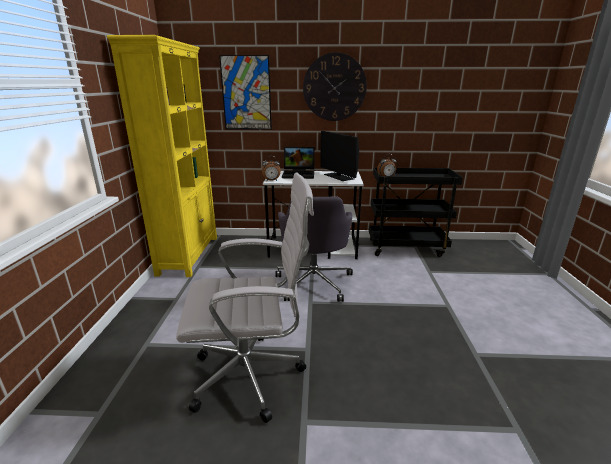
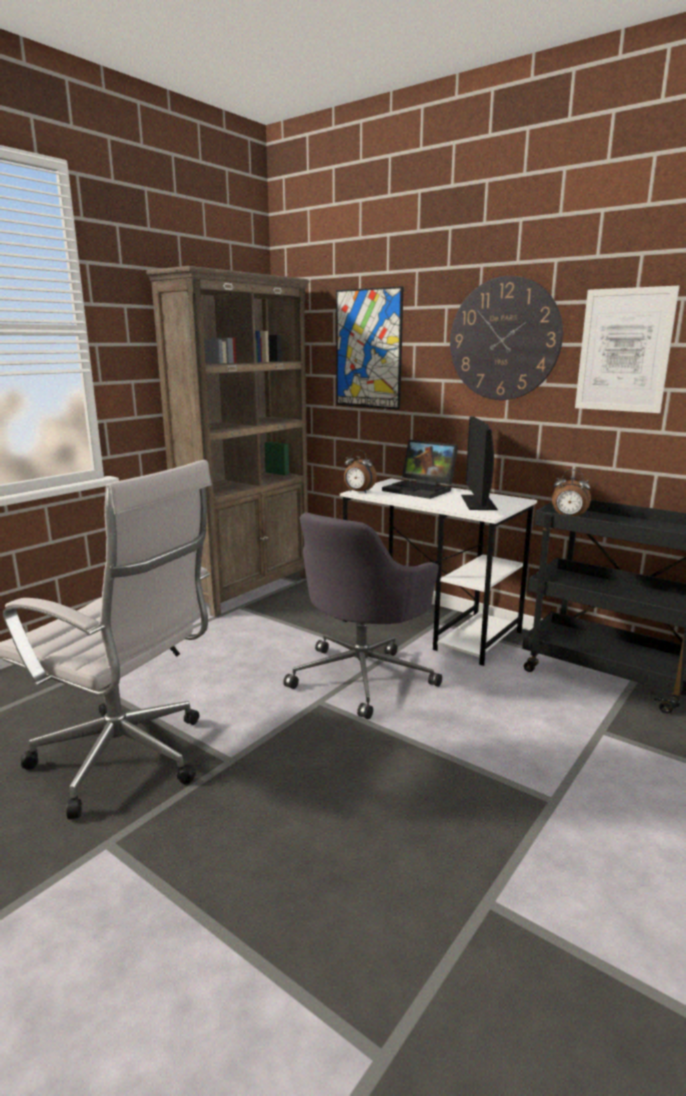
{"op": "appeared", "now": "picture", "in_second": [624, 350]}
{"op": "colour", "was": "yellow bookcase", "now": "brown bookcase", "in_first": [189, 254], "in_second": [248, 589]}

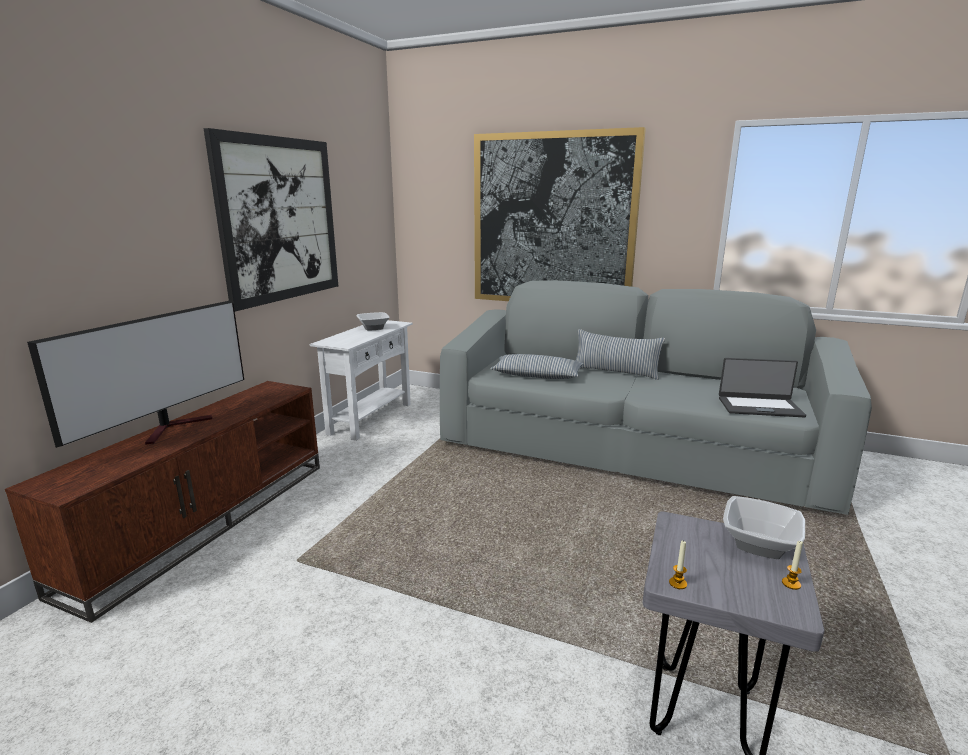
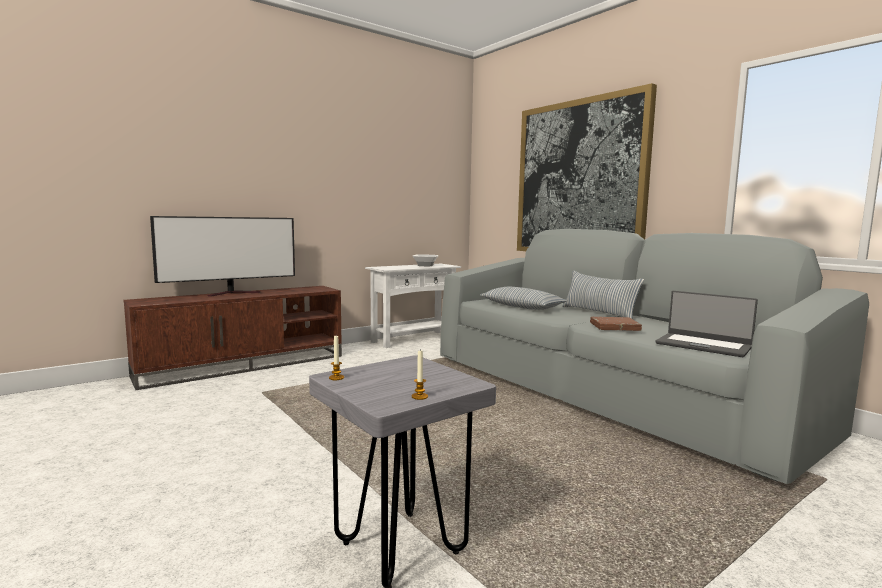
{"op": "missing", "was": "picture", "in_first": [279, 220]}
{"op": "missing", "was": "bowl", "in_first": [757, 544]}
{"op": "appeared", "now": "brown book", "in_second": [614, 327]}

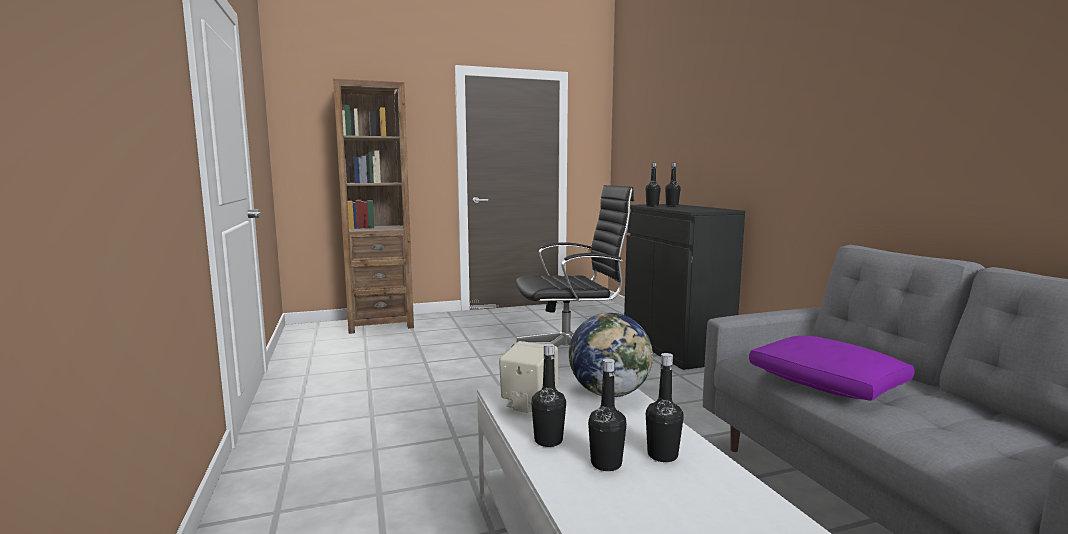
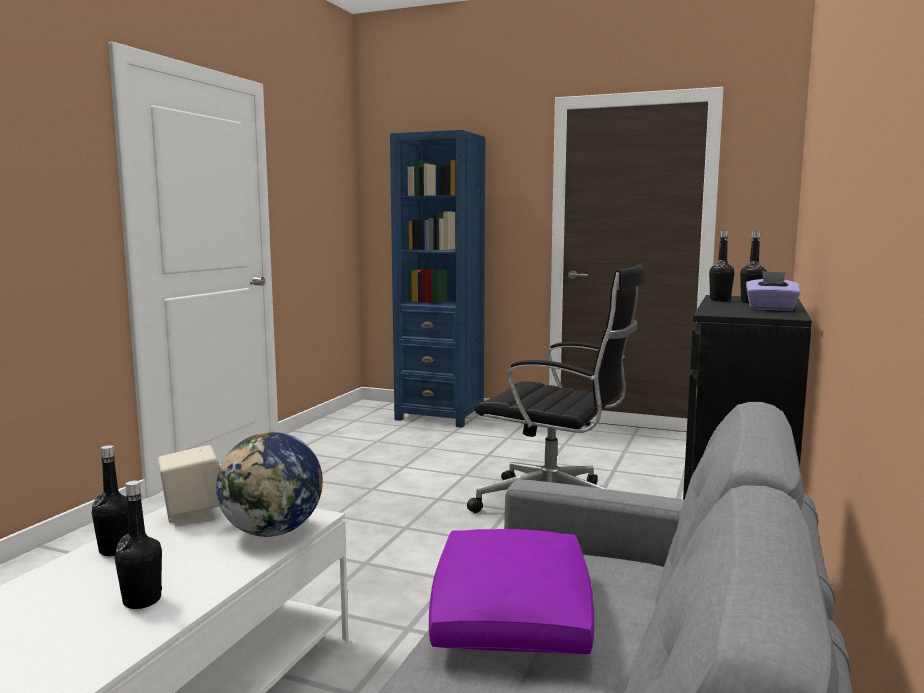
{"op": "missing", "was": "black bottle", "in_first": [606, 464]}
{"op": "appeared", "now": "purple tissue box", "in_second": [771, 309]}
{"op": "colour", "was": "brown bookcase", "now": "blue bookcase", "in_first": [380, 324], "in_second": [440, 416]}

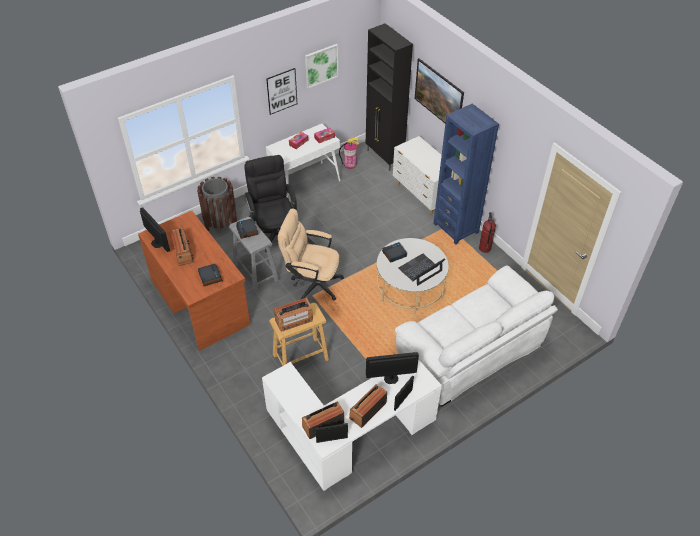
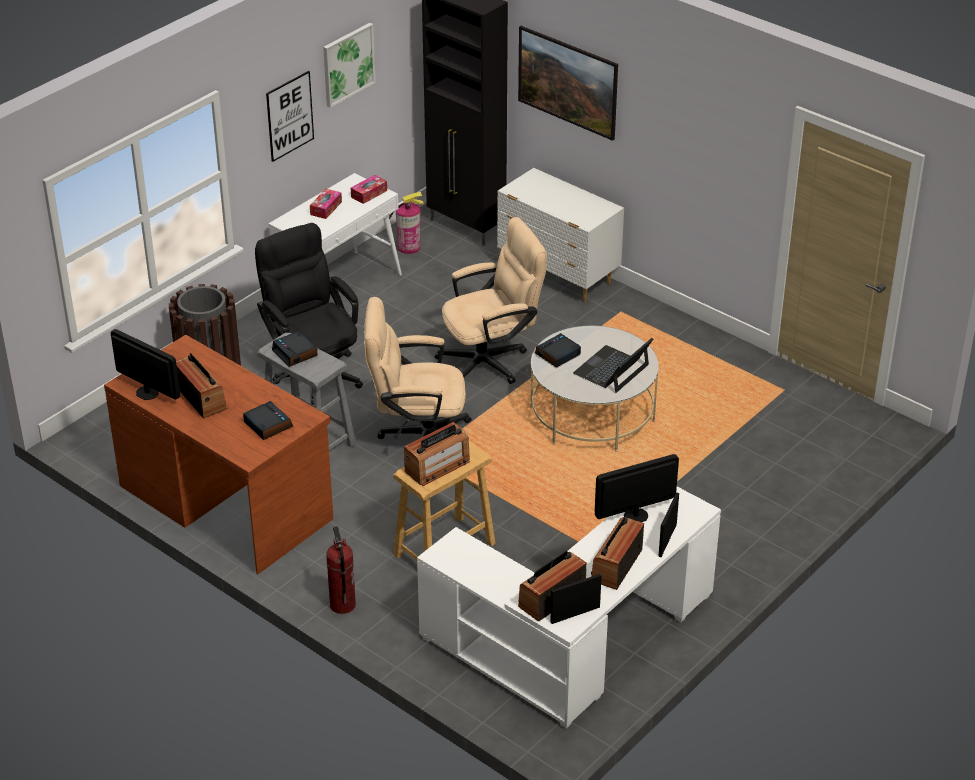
{"op": "missing", "was": "white sofa", "in_first": [471, 351]}
{"op": "missing", "was": "blue bookcase", "in_first": [456, 228]}
{"op": "appeared", "now": "beige office chair", "in_second": [491, 360]}
{"op": "relocated", "was": "fire extinguisher", "in_first": [484, 248], "in_second": [342, 605]}

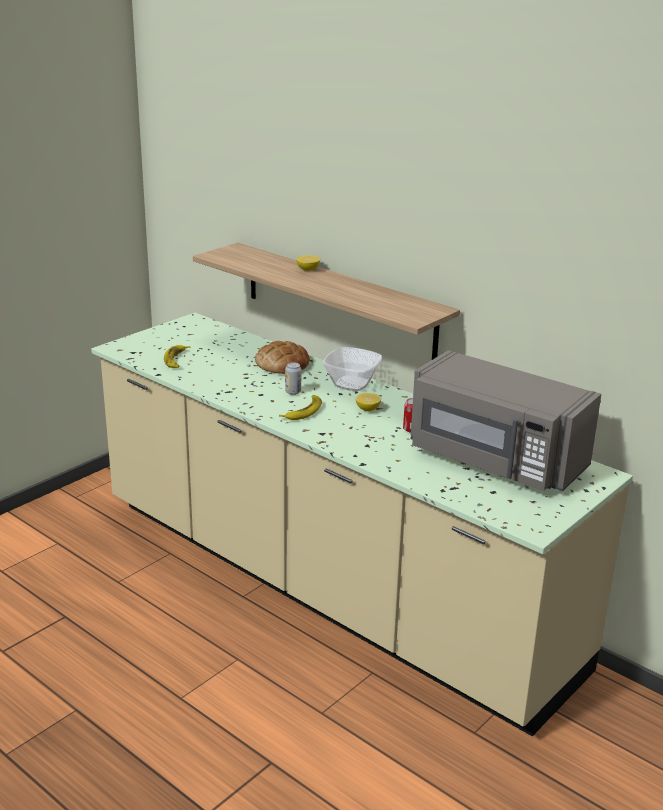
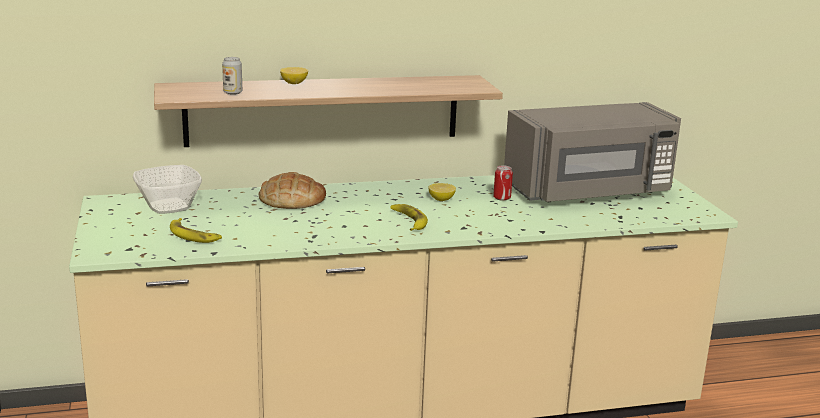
{"op": "relocated", "was": "can", "in_first": [293, 392], "in_second": [232, 93]}
{"op": "relocated", "was": "bowl", "in_first": [352, 384], "in_second": [169, 206]}

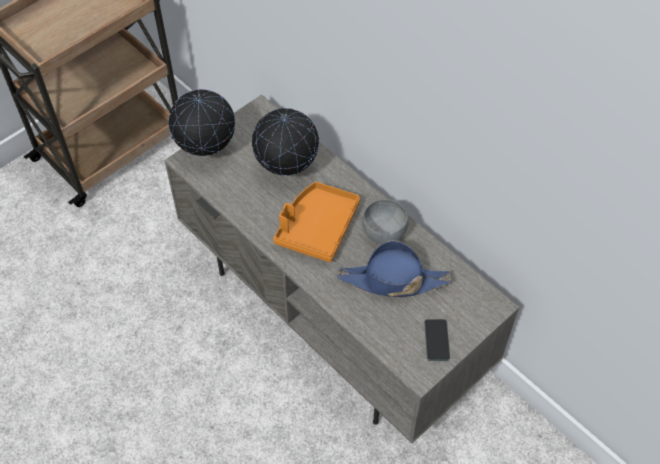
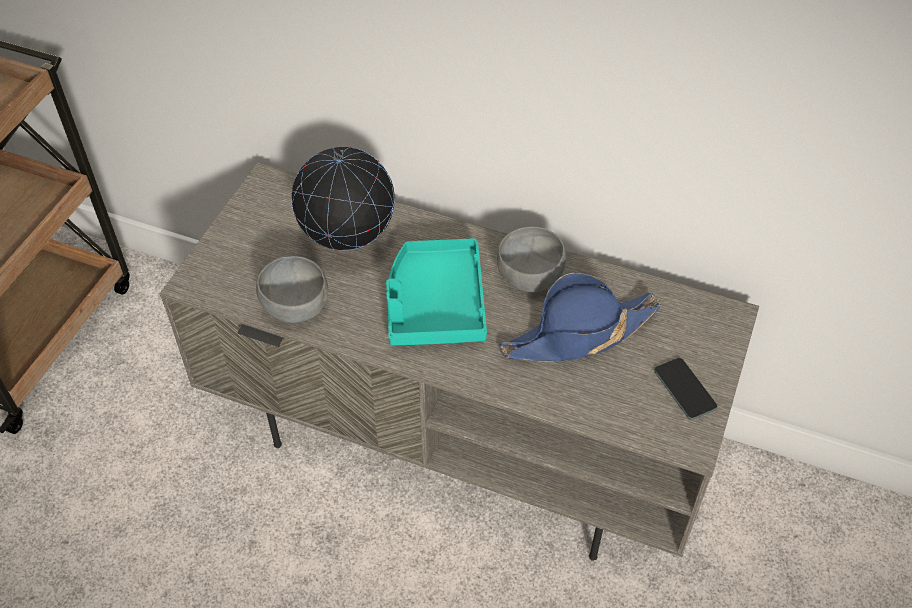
{"op": "missing", "was": "globe", "in_first": [206, 149]}
{"op": "appeared", "now": "grey bowl", "in_second": [296, 307]}
{"op": "colour", "was": "orange tray", "now": "turquoise tray", "in_first": [317, 227], "in_second": [435, 304]}

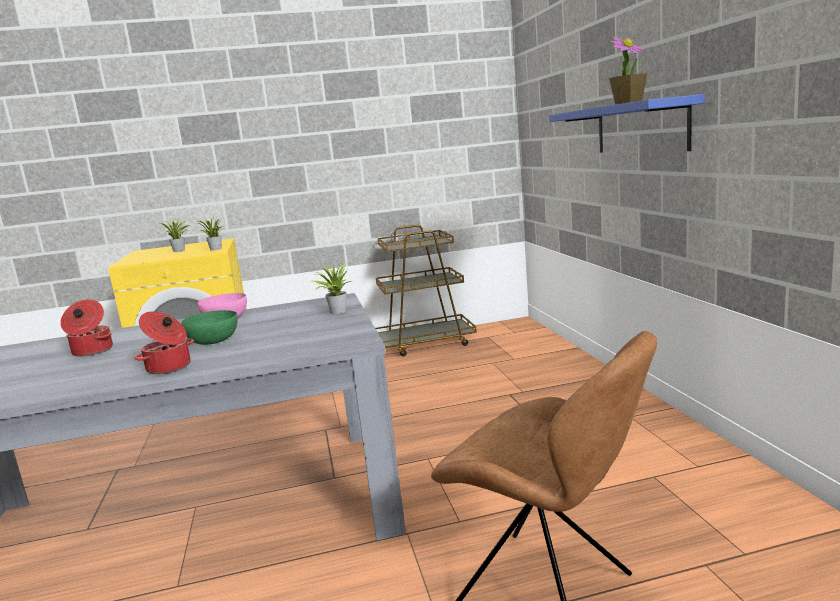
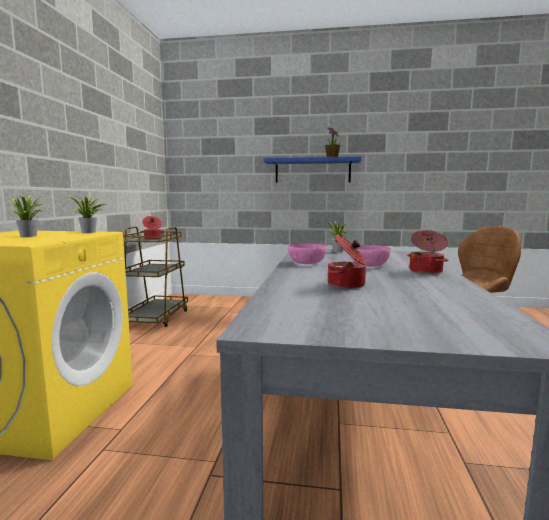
{"op": "appeared", "now": "cooking pot", "in_second": [152, 239]}
{"op": "colour", "was": "green bowl", "now": "pink bowl", "in_first": [214, 340], "in_second": [368, 265]}

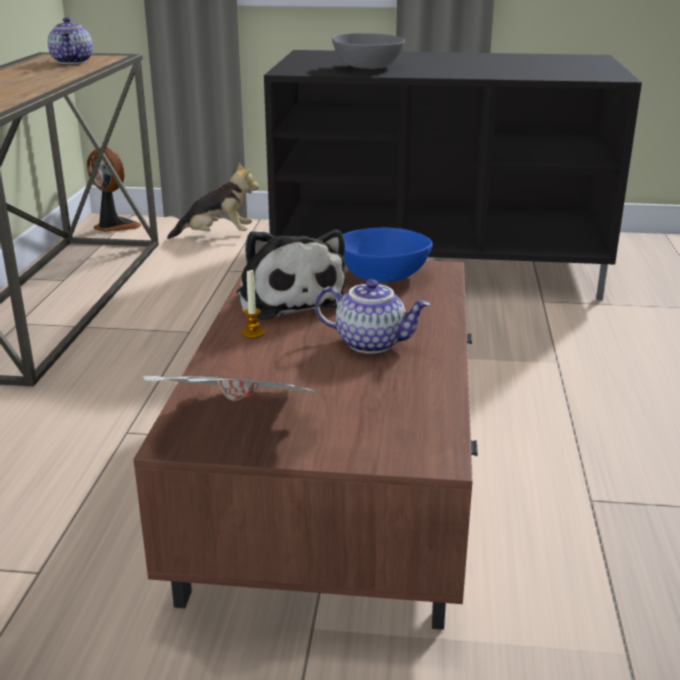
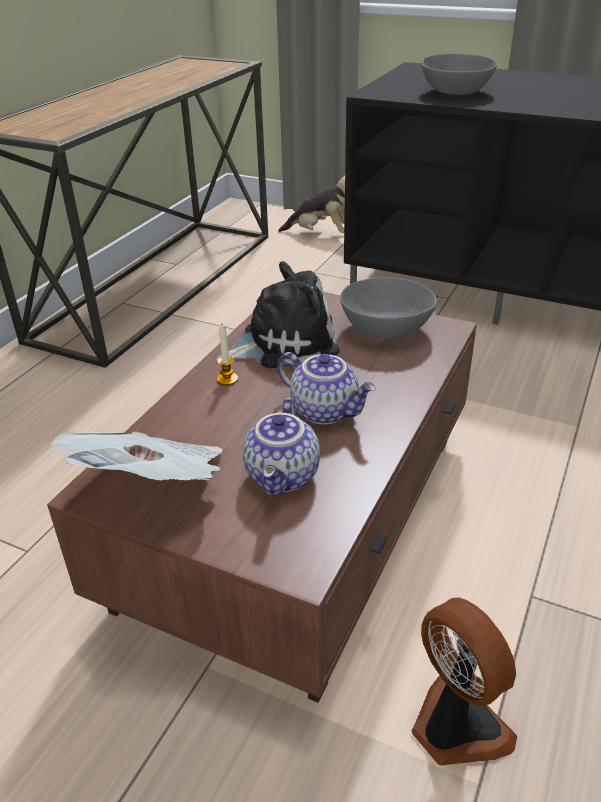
{"op": "relocated", "was": "teapot", "in_first": [73, 62], "in_second": [284, 476]}
{"op": "relocated", "was": "fan", "in_first": [114, 226], "in_second": [455, 726]}
{"op": "colour", "was": "blue bowl", "now": "grey bowl", "in_first": [382, 275], "in_second": [385, 328]}
{"op": "spun", "was": "plush toy", "in_first": [289, 298], "in_second": [283, 343], "clockwise": -105}

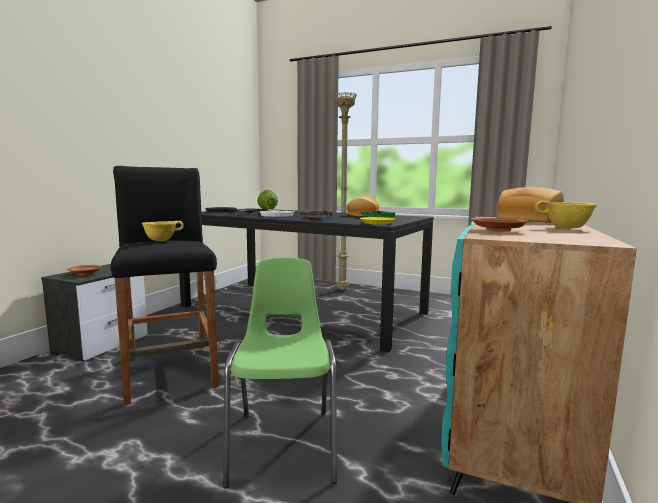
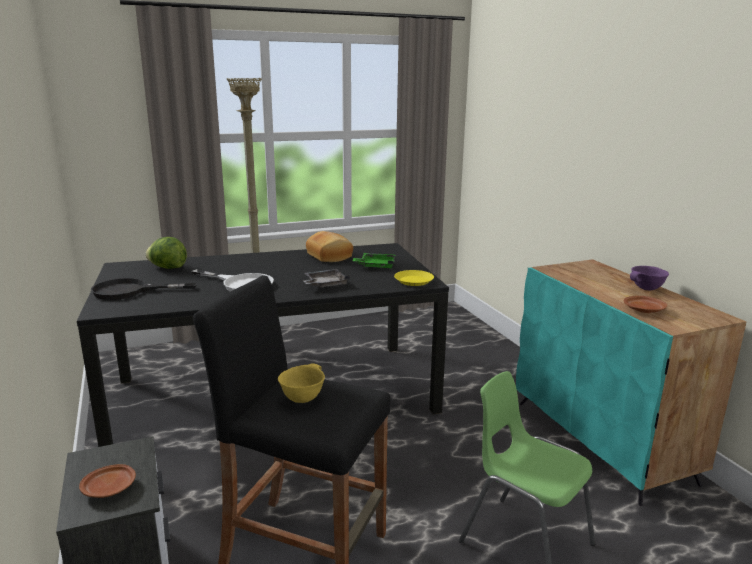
{"op": "missing", "was": "bread", "in_first": [529, 220]}
{"op": "colour", "was": "yellow bowl", "now": "purple bowl", "in_first": [565, 228], "in_second": [646, 289]}

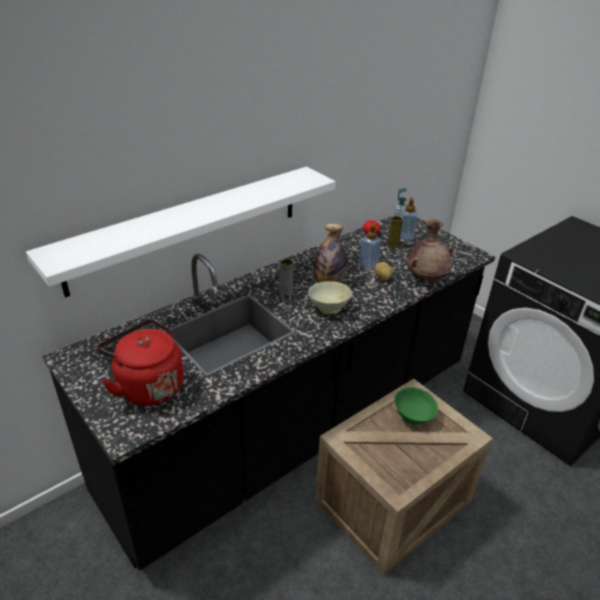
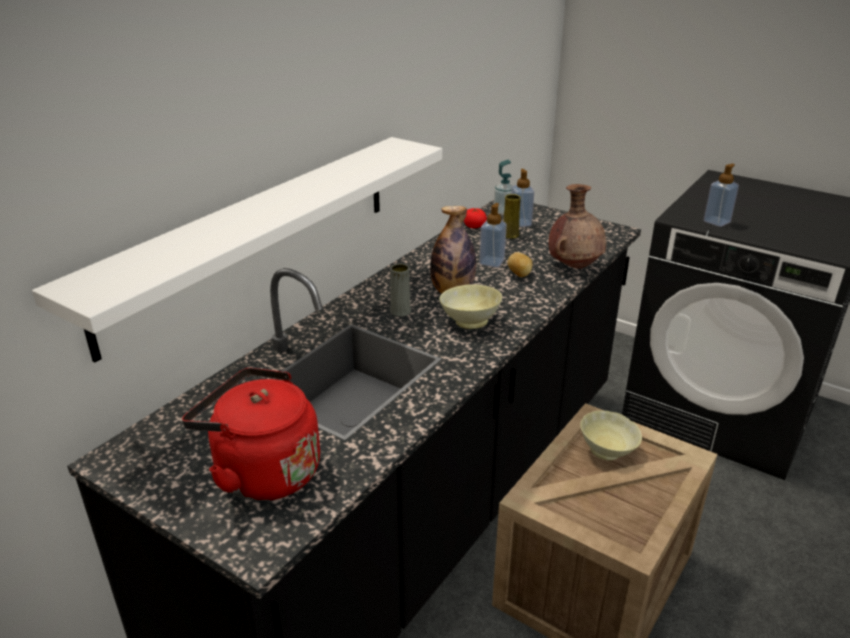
{"op": "appeared", "now": "soap dispenser", "in_second": [716, 222]}
{"op": "colour", "was": "green bowl", "now": "beige bowl", "in_first": [413, 417], "in_second": [607, 452]}

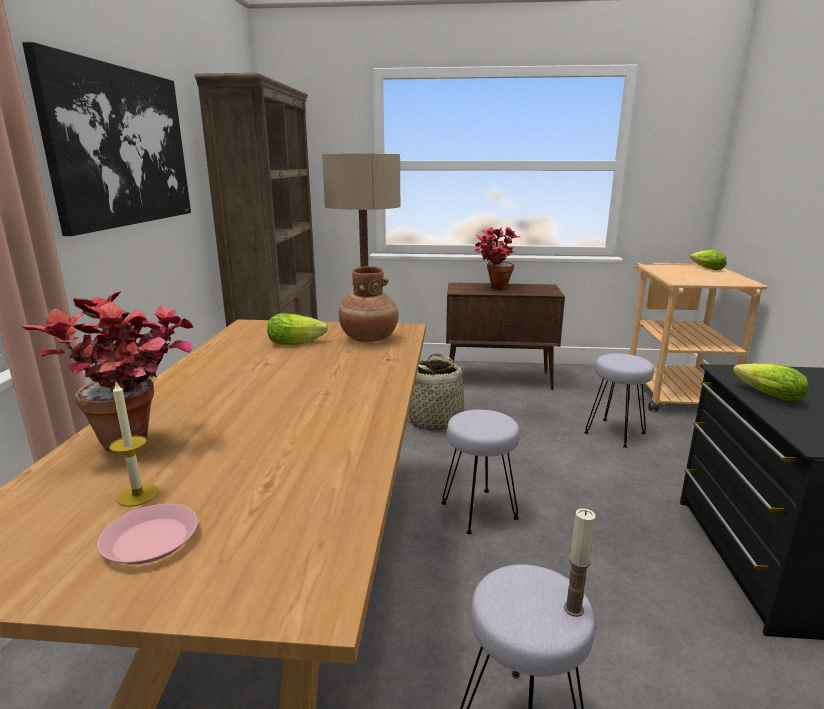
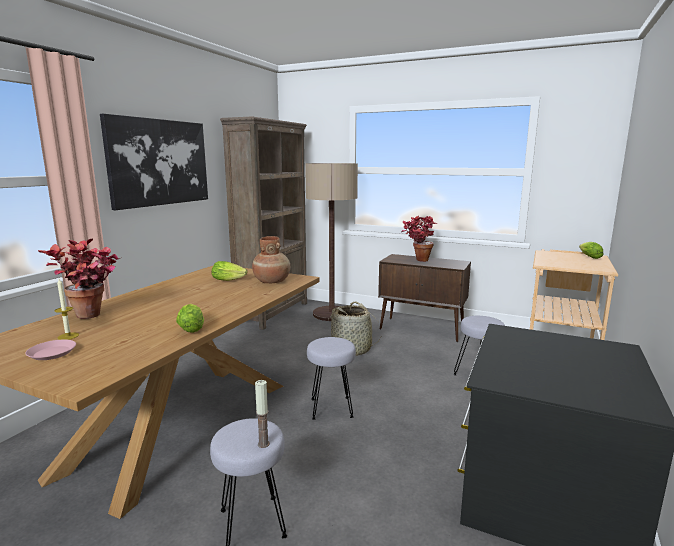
{"op": "relocated", "was": "lettuce", "in_first": [764, 394], "in_second": [192, 327]}

